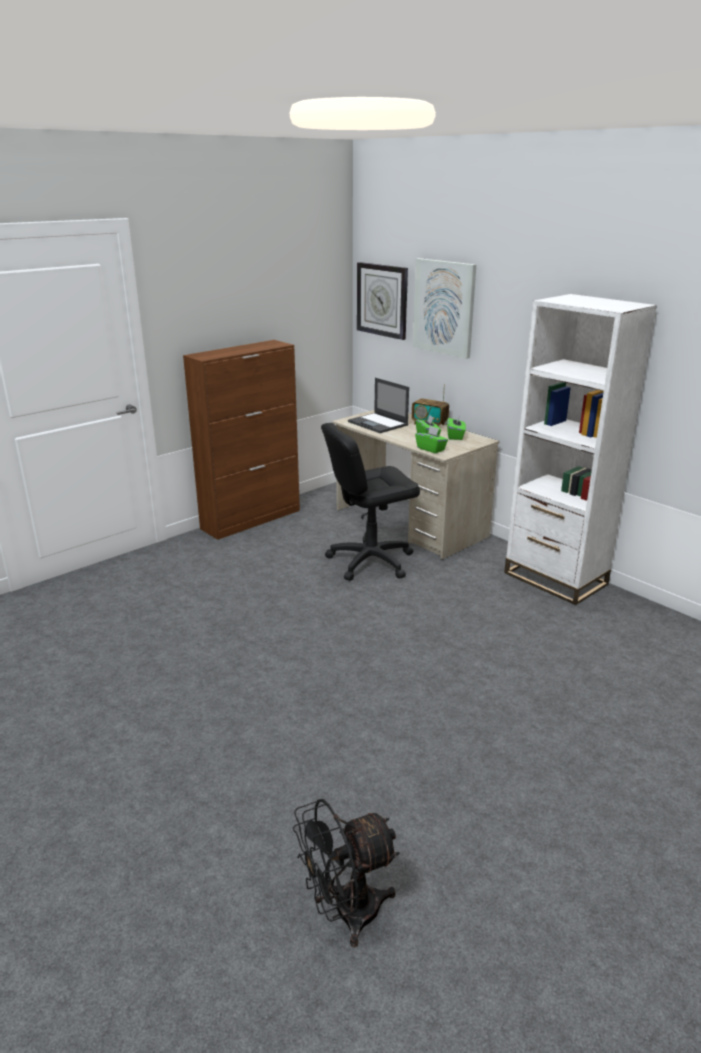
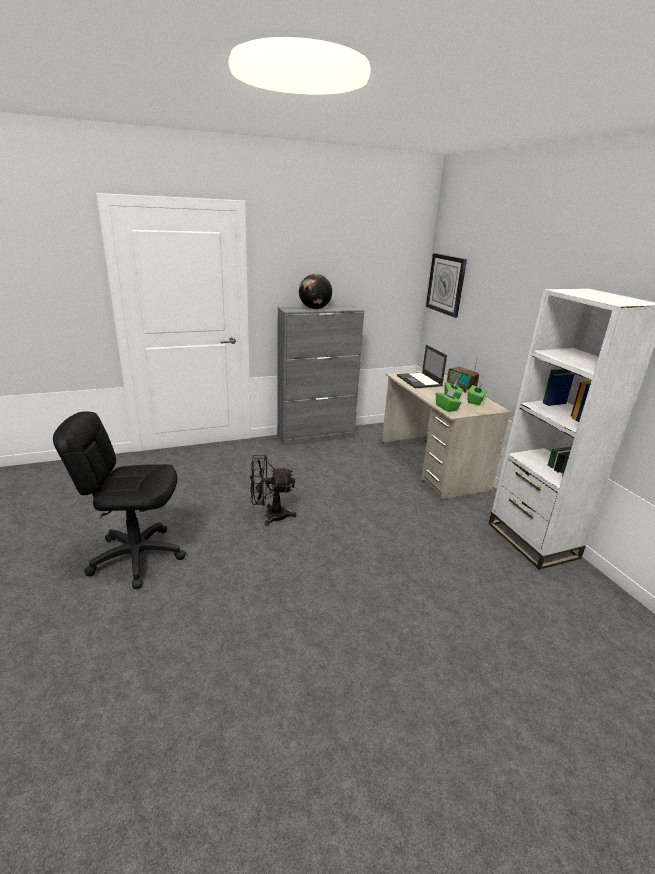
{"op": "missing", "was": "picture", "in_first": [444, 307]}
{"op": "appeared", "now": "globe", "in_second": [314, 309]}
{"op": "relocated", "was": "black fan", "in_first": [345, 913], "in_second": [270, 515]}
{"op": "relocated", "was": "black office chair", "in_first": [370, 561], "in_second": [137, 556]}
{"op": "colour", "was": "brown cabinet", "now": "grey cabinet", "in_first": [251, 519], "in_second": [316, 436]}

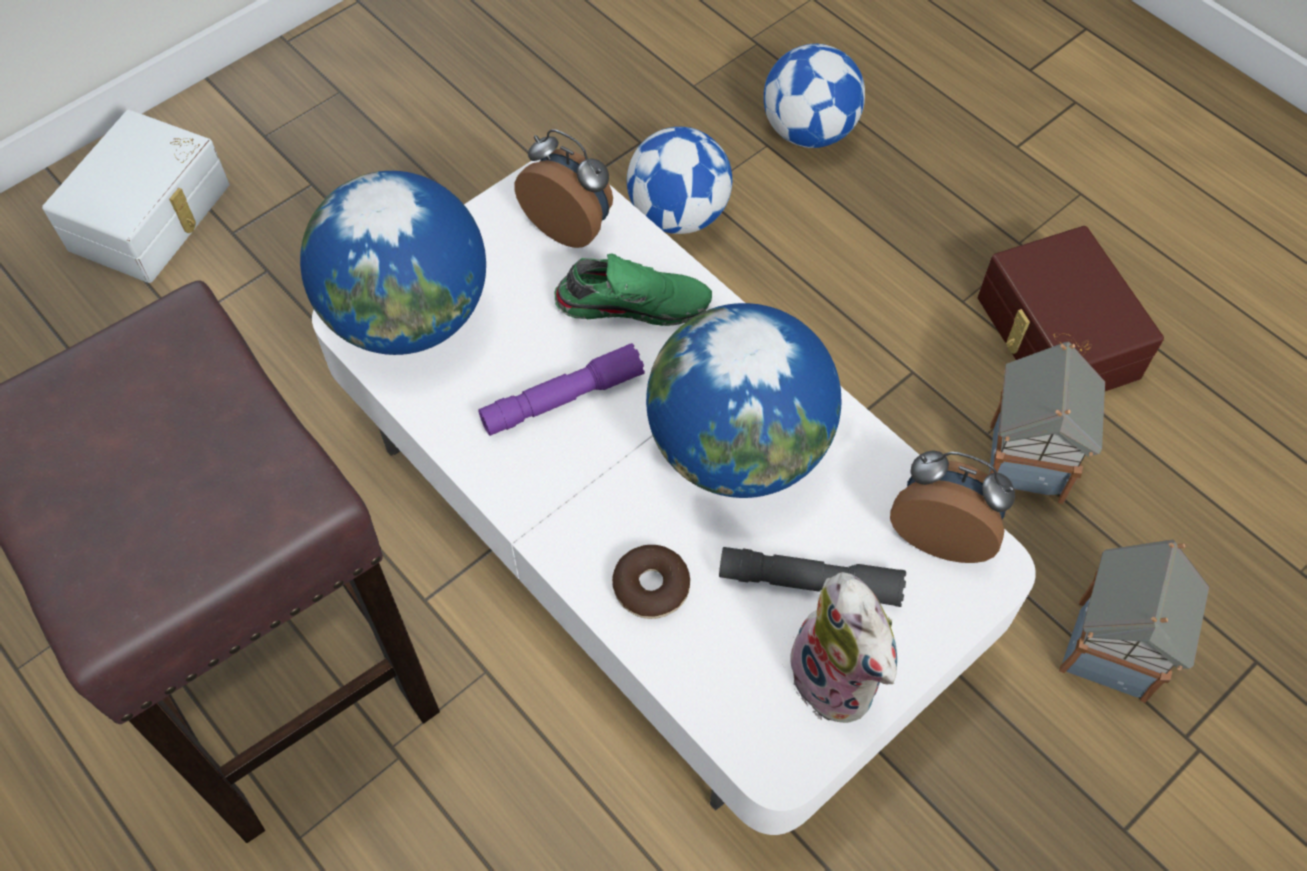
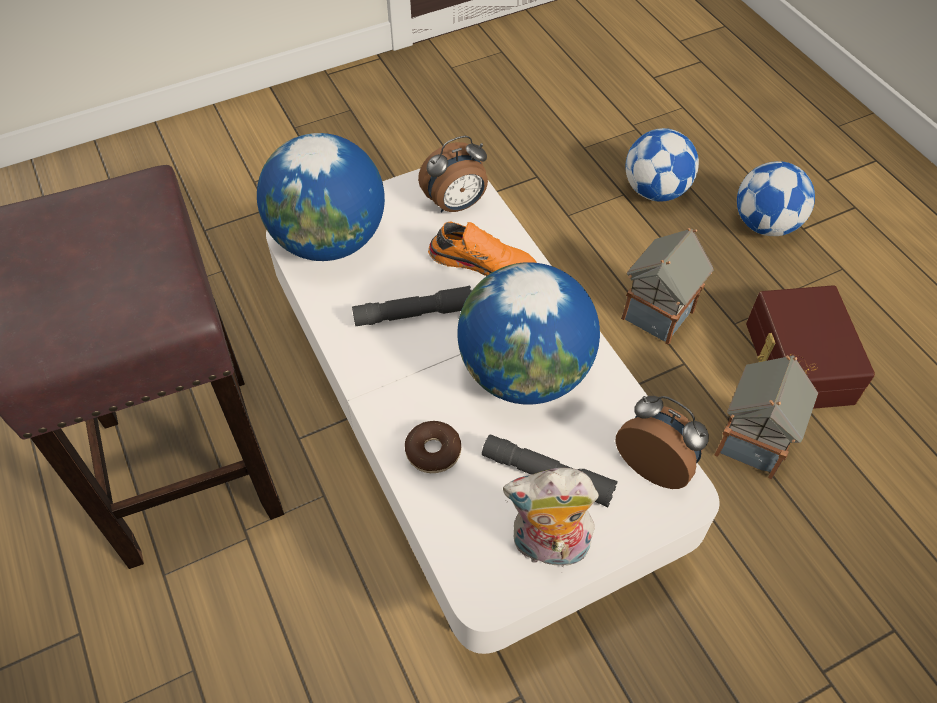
{"op": "missing", "was": "white storage box", "in_first": [153, 217]}
{"op": "relocated", "was": "football", "in_first": [679, 215], "in_second": [765, 225]}
{"op": "relocated", "was": "toy house", "in_first": [1111, 653], "in_second": [657, 316]}
{"op": "colour", "was": "purple flashlight", "now": "grey flashlight", "in_first": [562, 399], "in_second": [413, 314]}
{"op": "colour", "was": "green shoe", "now": "orange shoe", "in_first": [633, 302], "in_second": [483, 262]}
{"op": "spun", "was": "alarm clock", "in_first": [570, 225], "in_second": [456, 205], "clockwise": 105}
{"op": "spun", "was": "plush toy", "in_first": [839, 679], "in_second": [548, 547], "clockwise": 105}

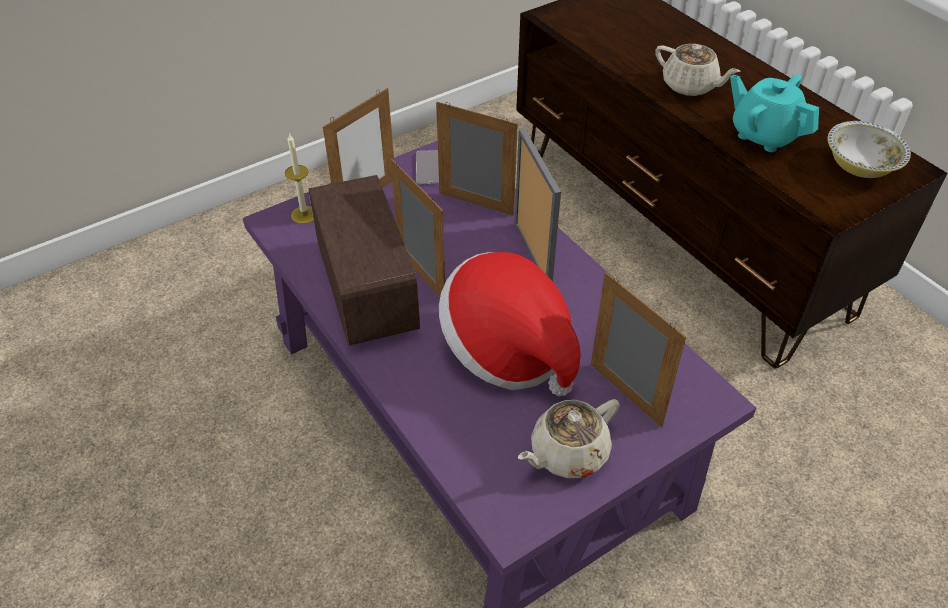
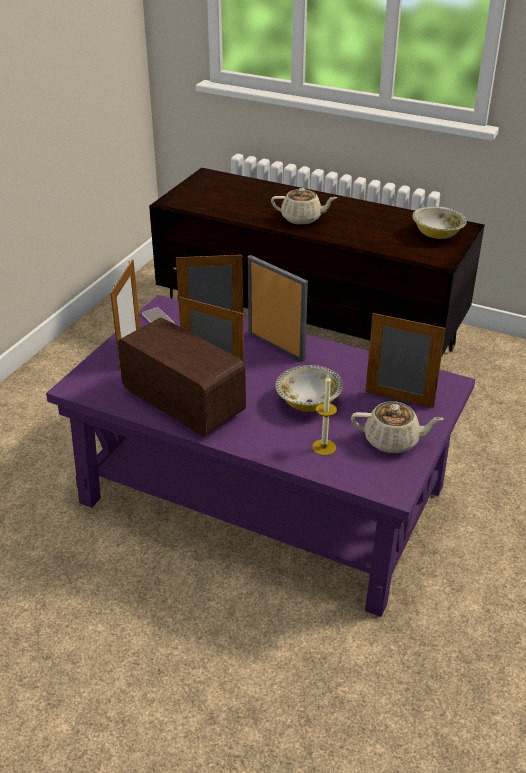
{"op": "missing", "was": "turquoise teapot", "in_first": [764, 135]}
{"op": "relocated", "was": "candle", "in_first": [304, 215], "in_second": [324, 447]}
{"op": "exchanged", "was": "hat", "now": "bowl", "in_first": [508, 349], "in_second": [308, 402]}
{"op": "spun", "was": "beige teapot", "in_first": [567, 453], "in_second": [393, 441], "clockwise": -105}

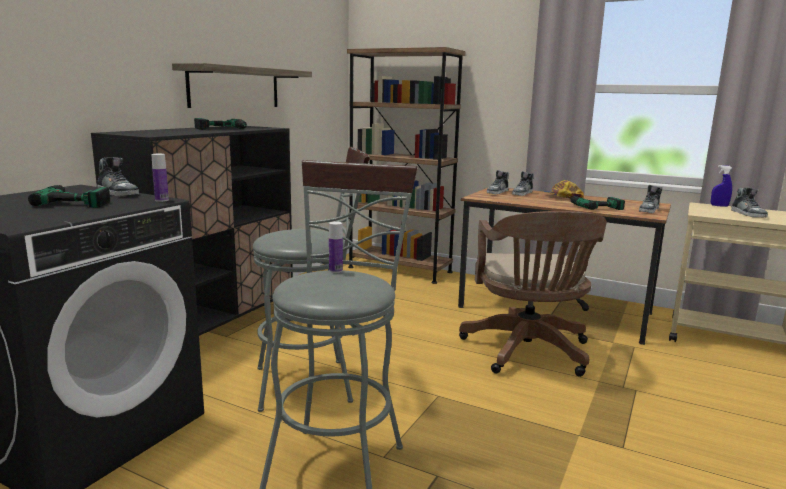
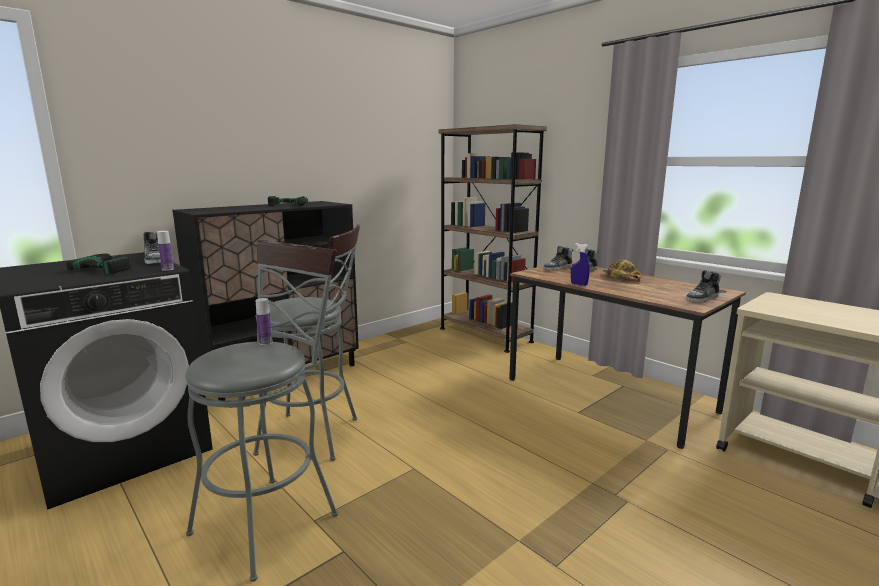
{"op": "missing", "was": "shelf", "in_first": [235, 87]}
{"op": "missing", "was": "brown office chair", "in_first": [528, 353]}
{"op": "missing", "was": "power drill", "in_first": [592, 206]}
{"op": "missing", "was": "shoe", "in_first": [748, 214]}
{"op": "relocated", "was": "blue spray bottle", "in_first": [719, 206], "in_second": [579, 284]}

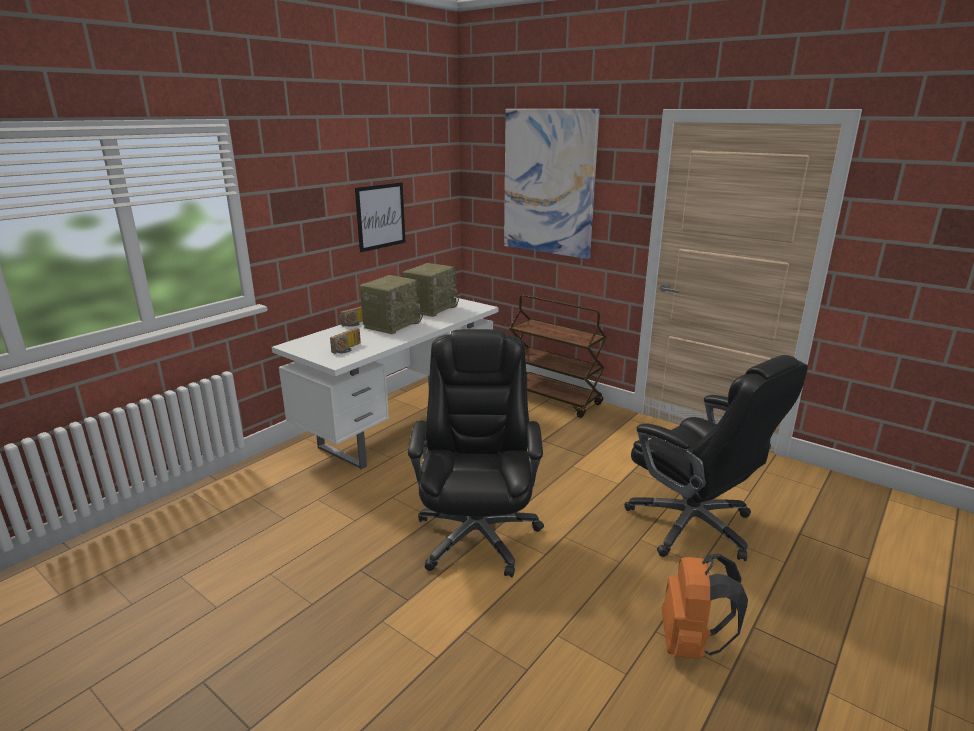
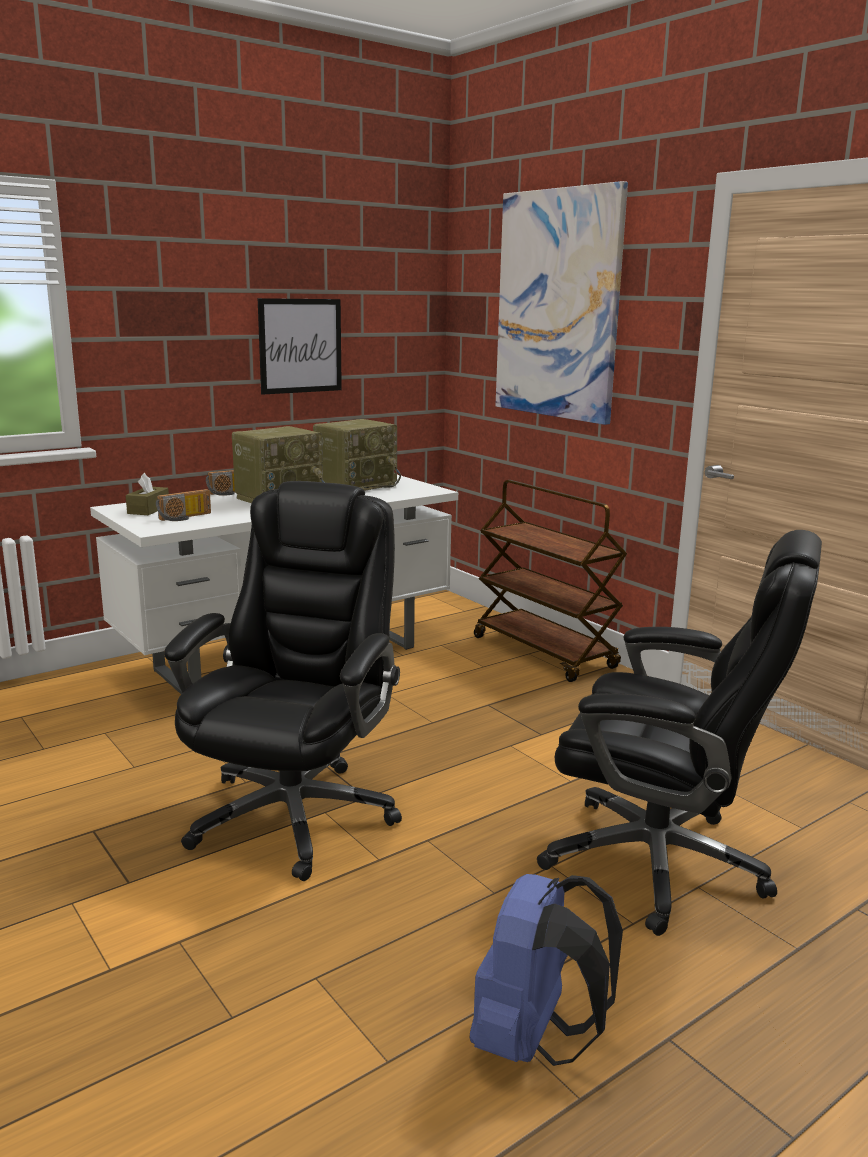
{"op": "appeared", "now": "brown tissue box", "in_second": [148, 509]}
{"op": "colour", "was": "orange backpack", "now": "blue backpack", "in_first": [691, 643], "in_second": [534, 1040]}
{"op": "spun", "was": "black office chair", "in_first": [694, 526], "in_second": [661, 863], "clockwise": -45}

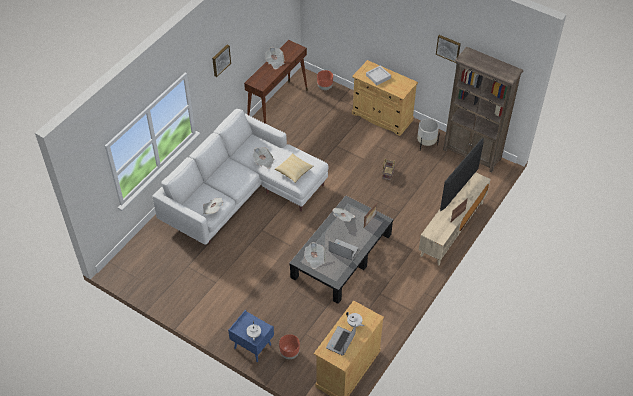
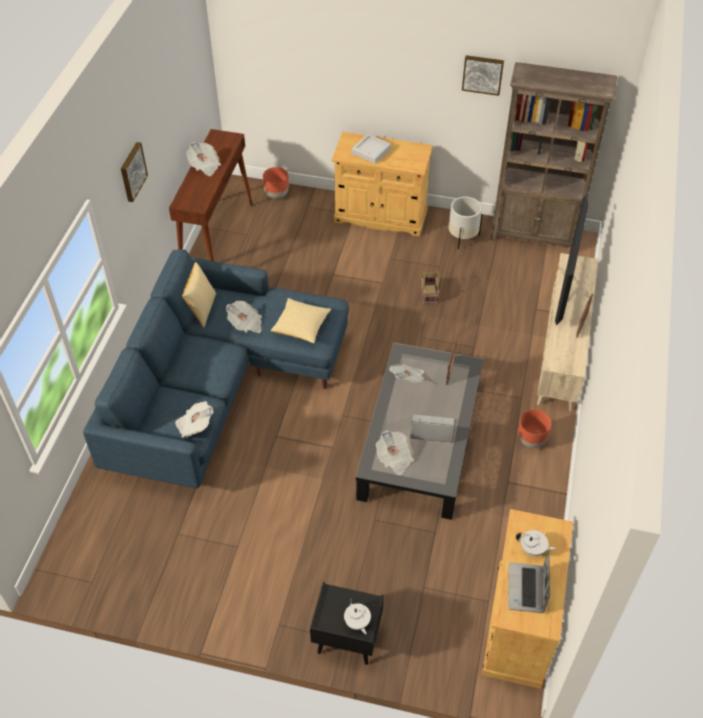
{"op": "appeared", "now": "pillow", "in_second": [201, 309]}
{"op": "relocated", "was": "brown planter", "in_first": [289, 353], "in_second": [531, 440]}
{"op": "colour", "was": "white sofa", "now": "blue sofa", "in_first": [241, 194], "in_second": [217, 387]}
{"op": "colour", "was": "blue nightstand", "now": "black nightstand", "in_first": [252, 346], "in_second": [346, 639]}

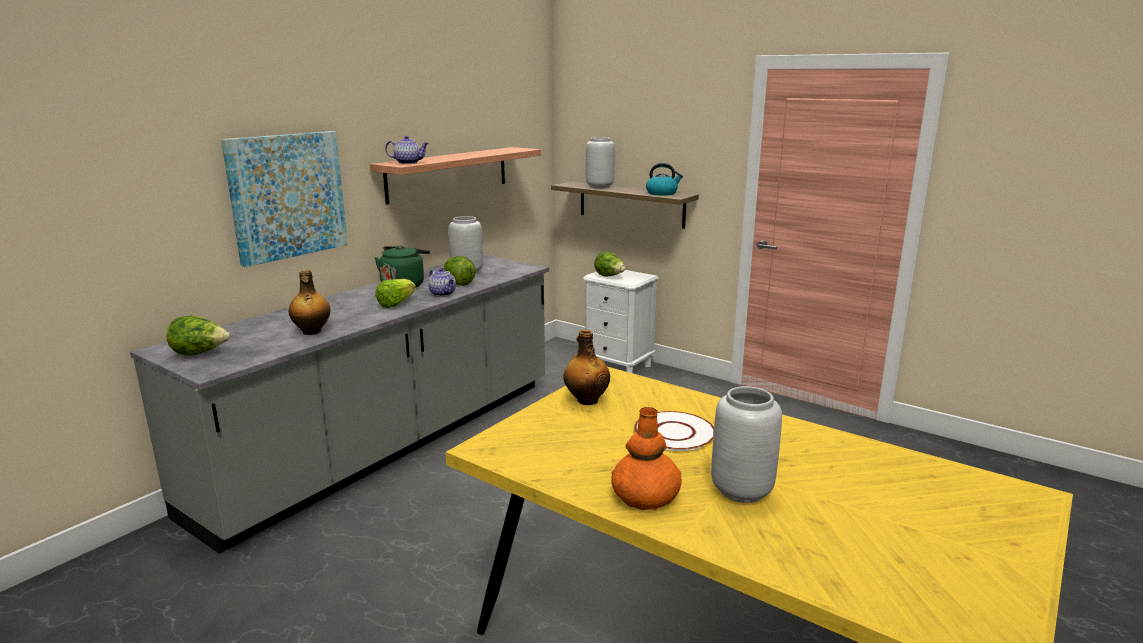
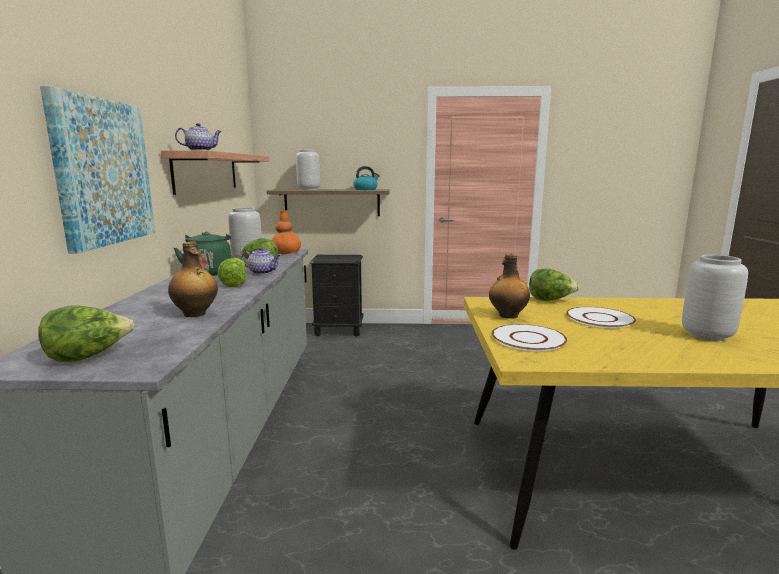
{"op": "appeared", "now": "white plate", "in_second": [527, 339]}
{"op": "relocated", "was": "lettuce", "in_first": [609, 276], "in_second": [550, 300]}
{"op": "relocated", "was": "orange vase", "in_first": [645, 497], "in_second": [286, 252]}
{"op": "colour", "was": "white nightstand", "now": "black nightstand", "in_first": [618, 366], "in_second": [339, 330]}

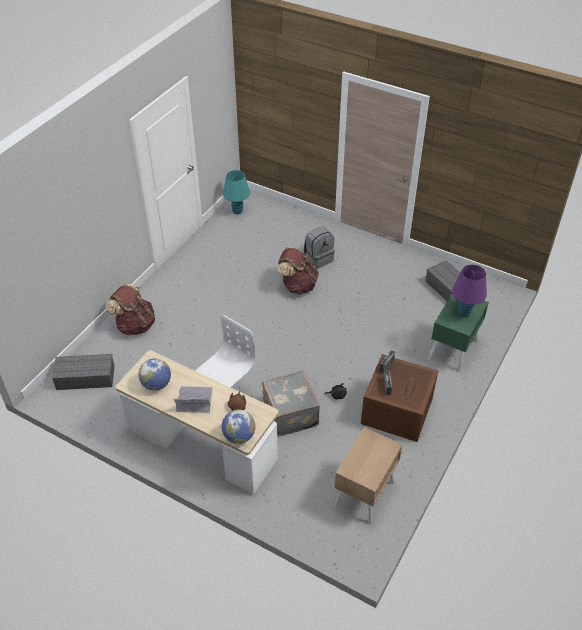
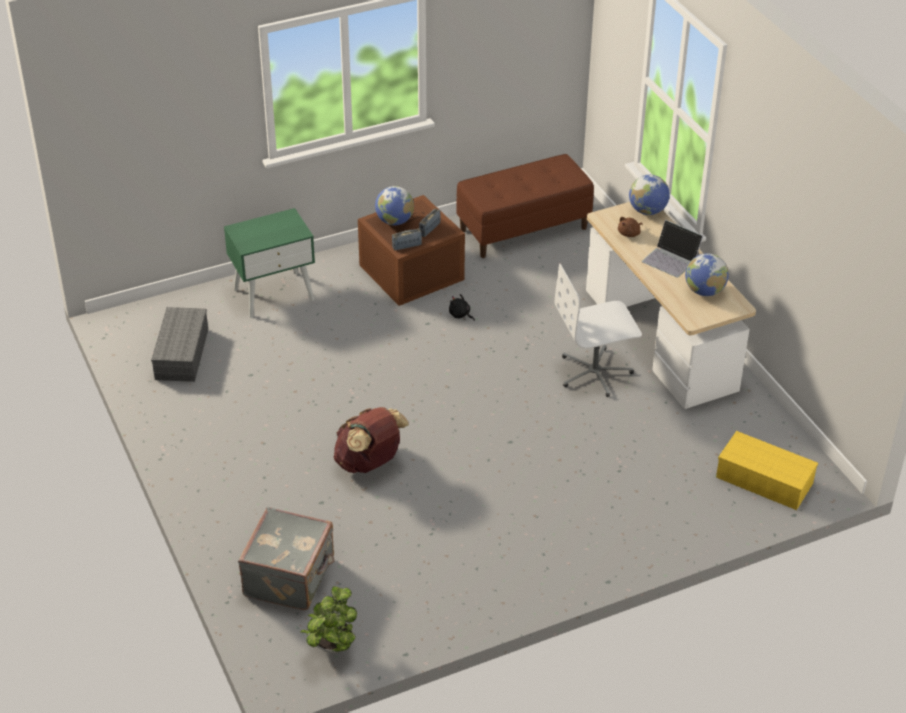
{"op": "missing", "was": "brown backpack", "in_first": [135, 325]}
{"op": "missing", "was": "grey backpack", "in_first": [318, 259]}
{"op": "missing", "was": "purple table lamp", "in_first": [464, 312]}
{"op": "appeared", "now": "globe", "in_second": [394, 221]}
{"op": "relocated", "was": "grey suitcase", "in_first": [289, 414], "in_second": [291, 577]}
{"op": "exchanged", "was": "turquoise table lamp", "now": "potted plant", "in_first": [237, 211], "in_second": [331, 647]}
{"op": "exchanged", "was": "beige nightstand", "now": "brown bench", "in_first": [364, 494], "in_second": [523, 229]}
{"op": "colour", "was": "grey storage box", "now": "yellow storage box", "in_first": [84, 378], "in_second": [766, 480]}

